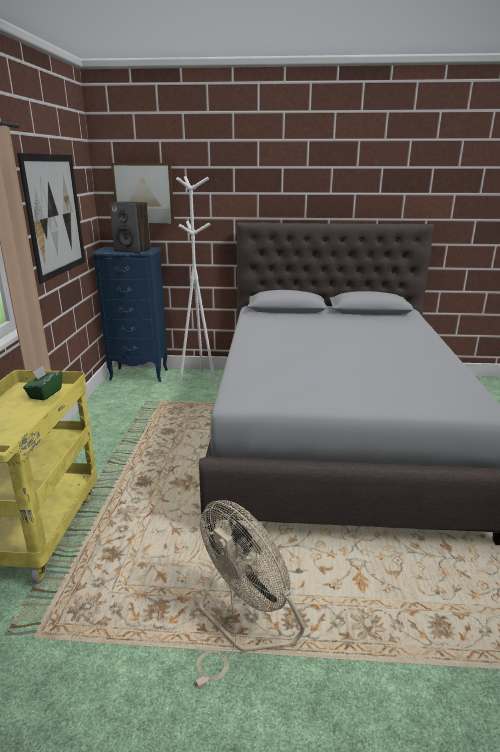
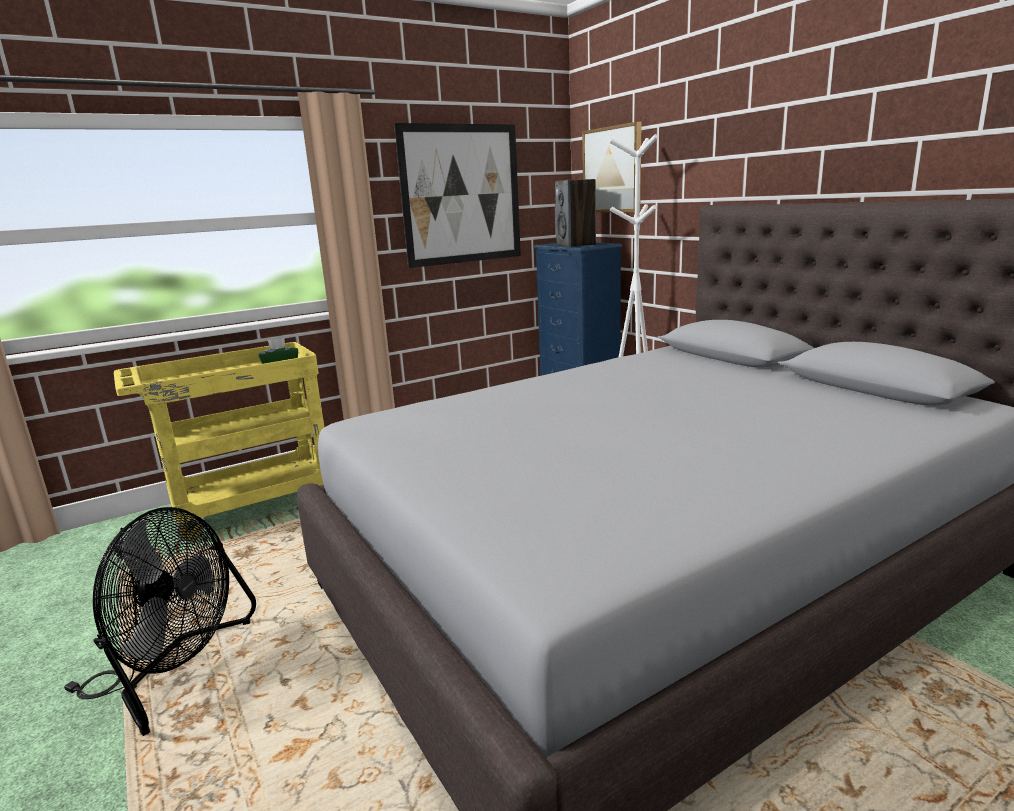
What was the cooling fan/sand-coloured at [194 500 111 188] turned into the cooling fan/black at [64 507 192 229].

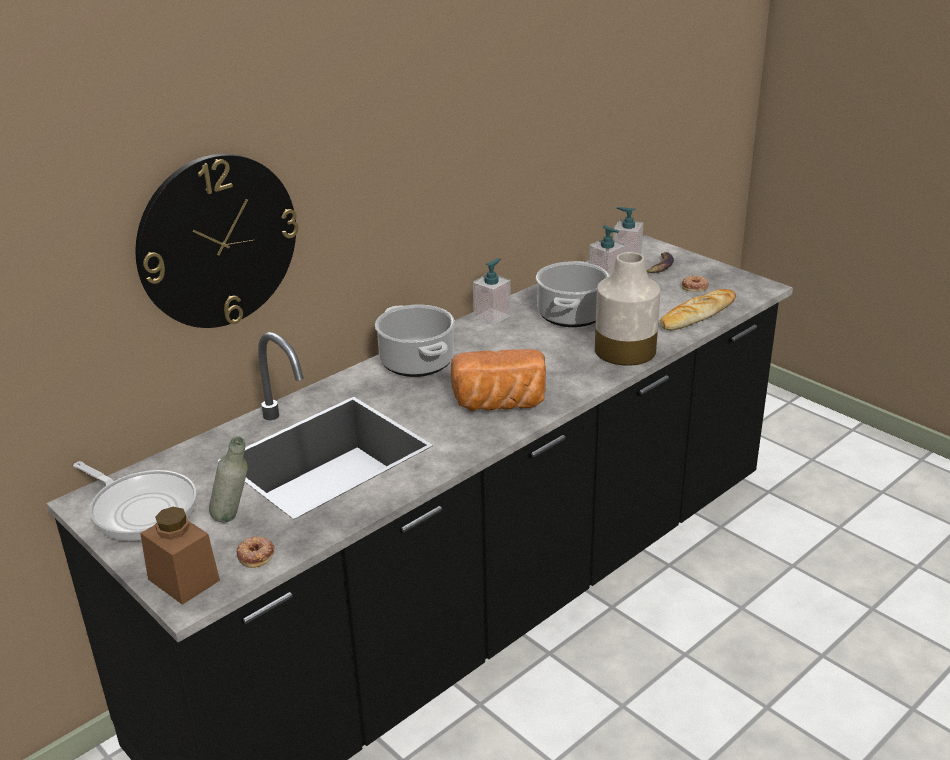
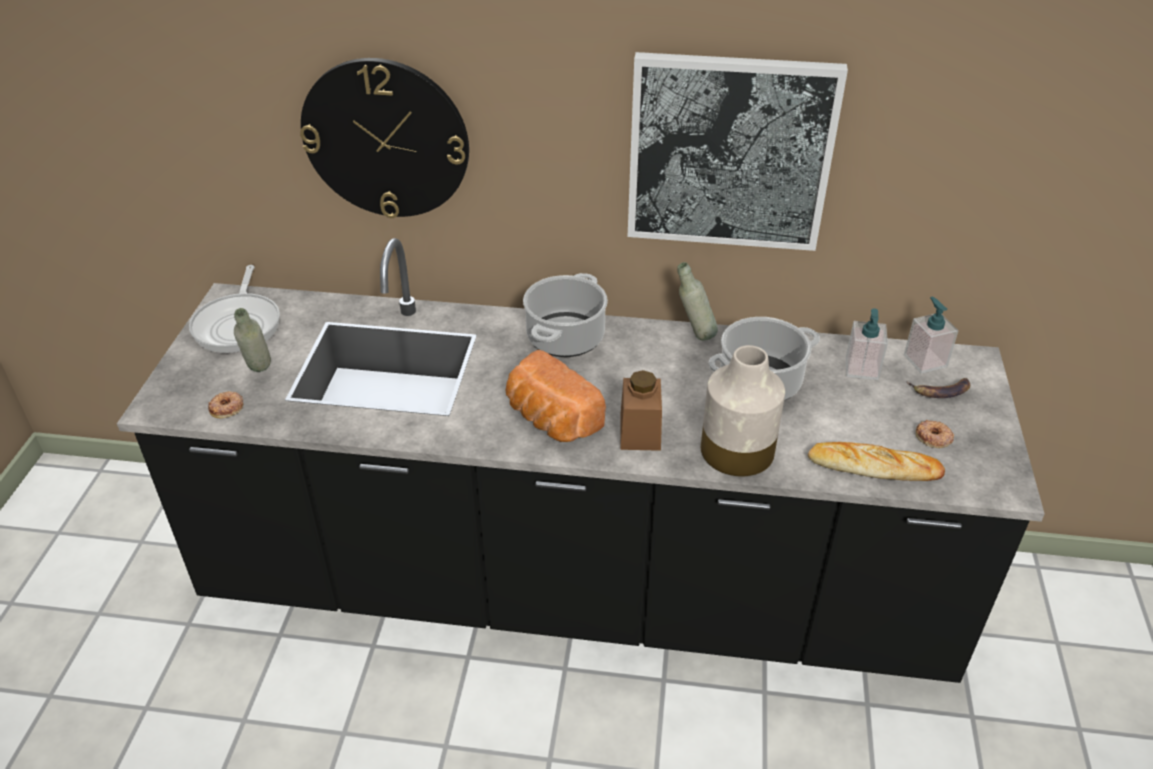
The storage jar/brown-coloured ended up elsewhere, having gone from [140 507 80 98] to [620 370 42 81]. The second view gained the picture at [628 52 220 199]. Where the soap dispenser stood at [473 258 38 67], the bottle/gray came to stand at [677 262 41 79].

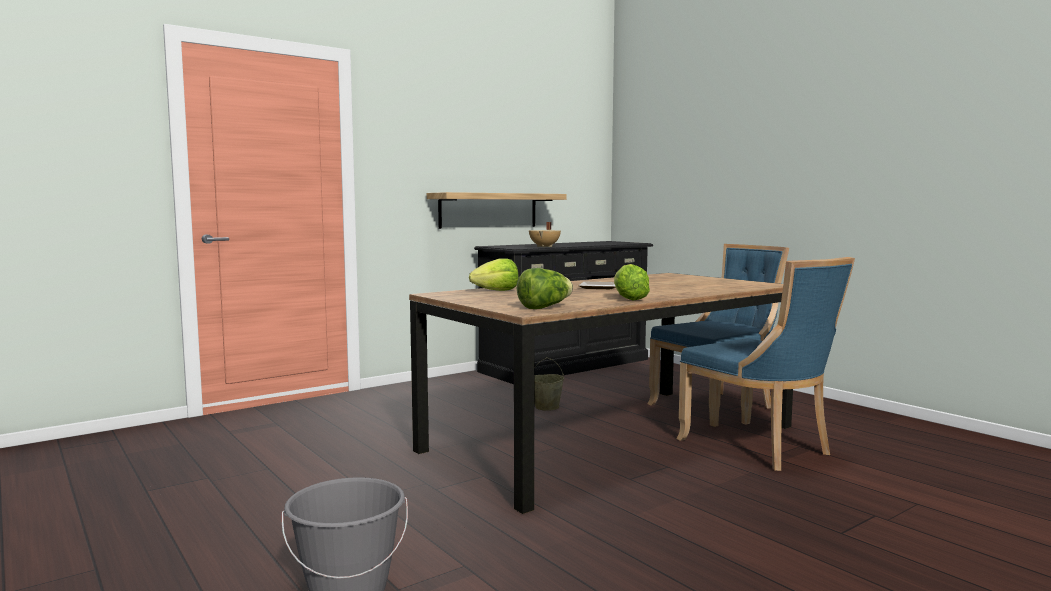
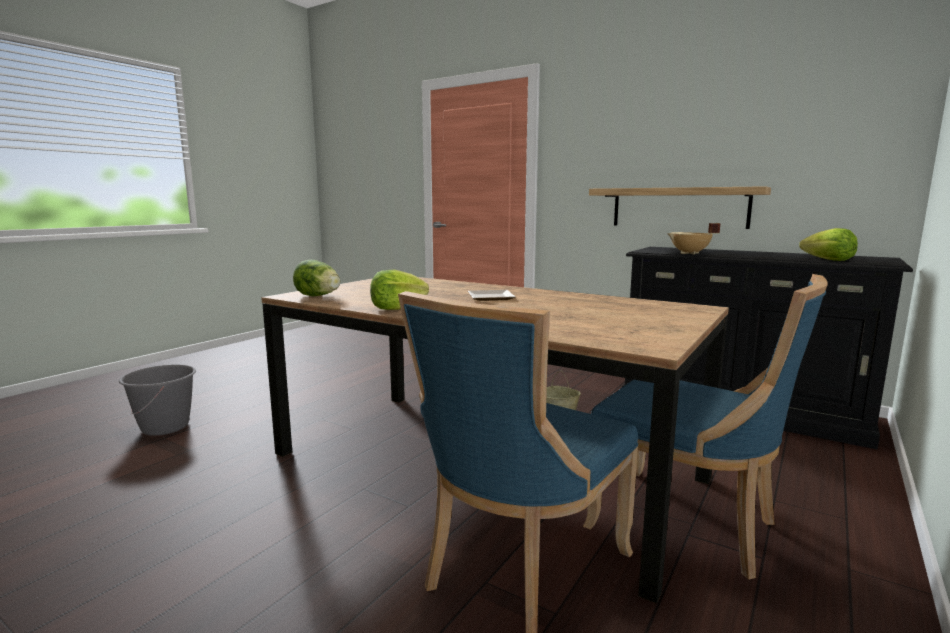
The lettuce ended up elsewhere, having gone from [469 258 50 33] to [799 228 59 33].

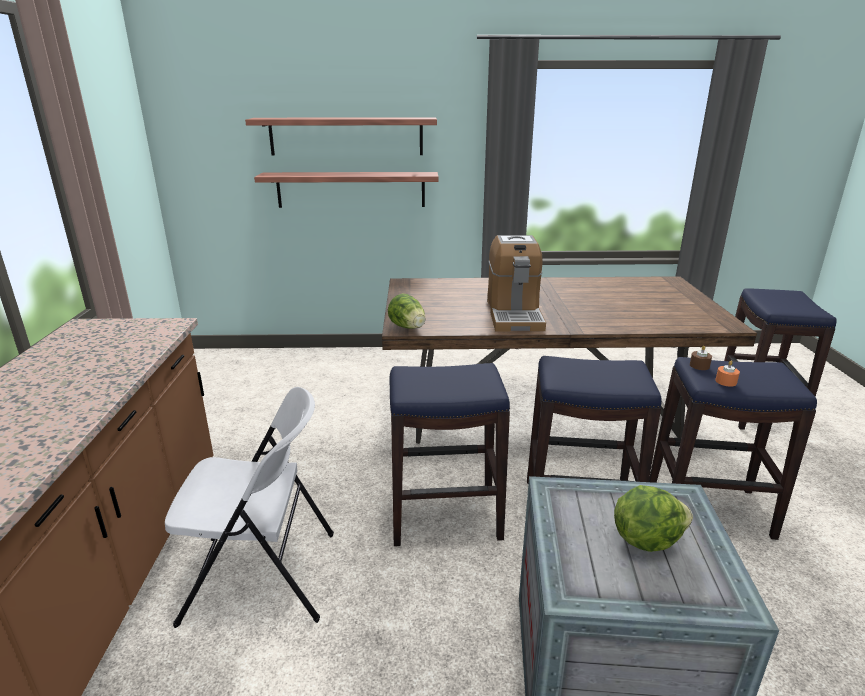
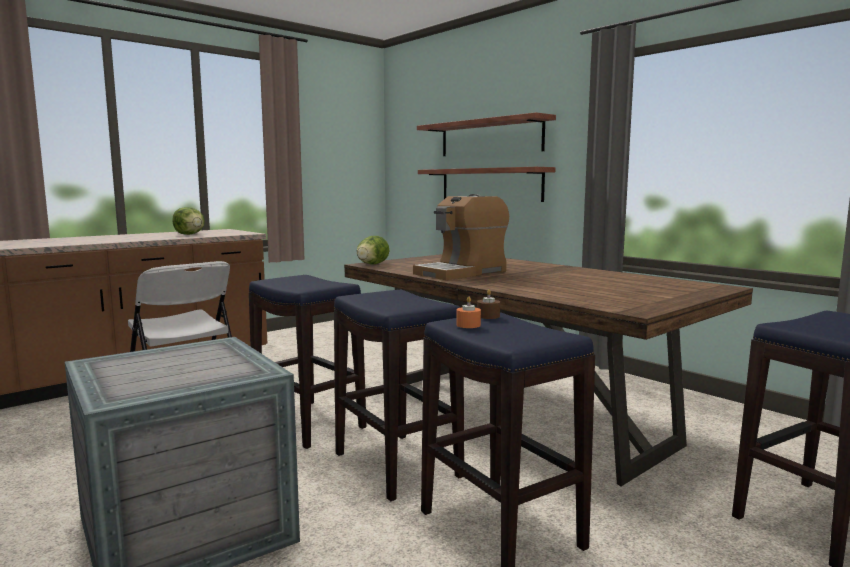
The lettuce ended up elsewhere, having gone from [614 485 79 67] to [172 207 33 28].

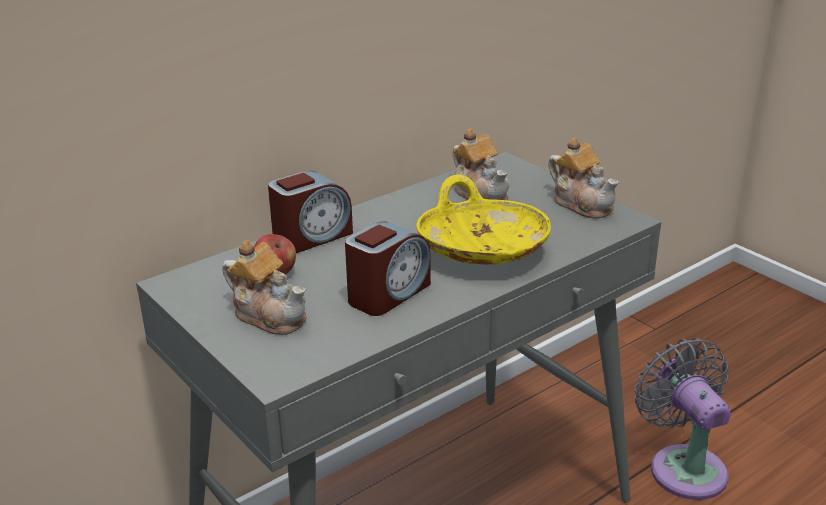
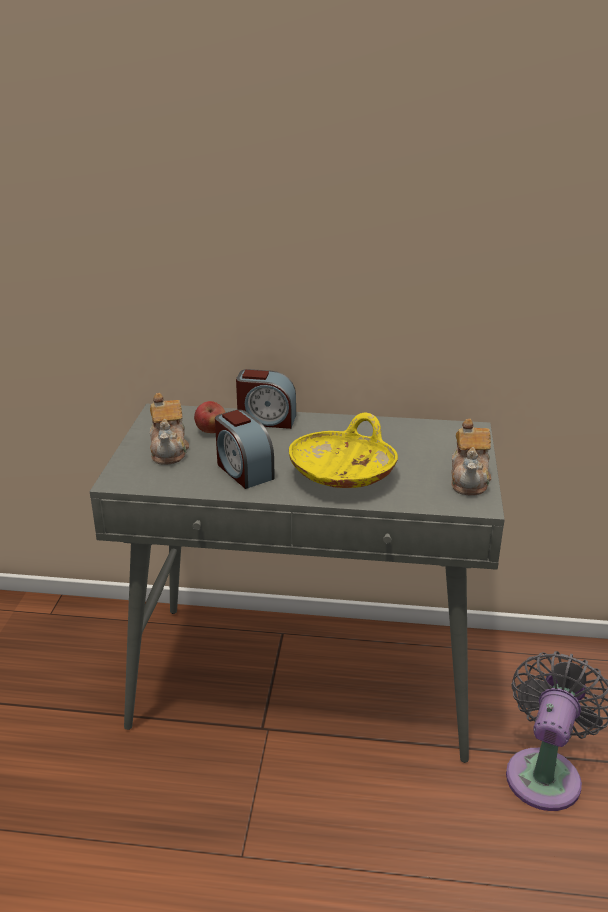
The bedside clock at [345 221 86 95] ended up facing another way, 60 degrees clockwise from before. The second view lost the tea pot at [453 128 56 72].

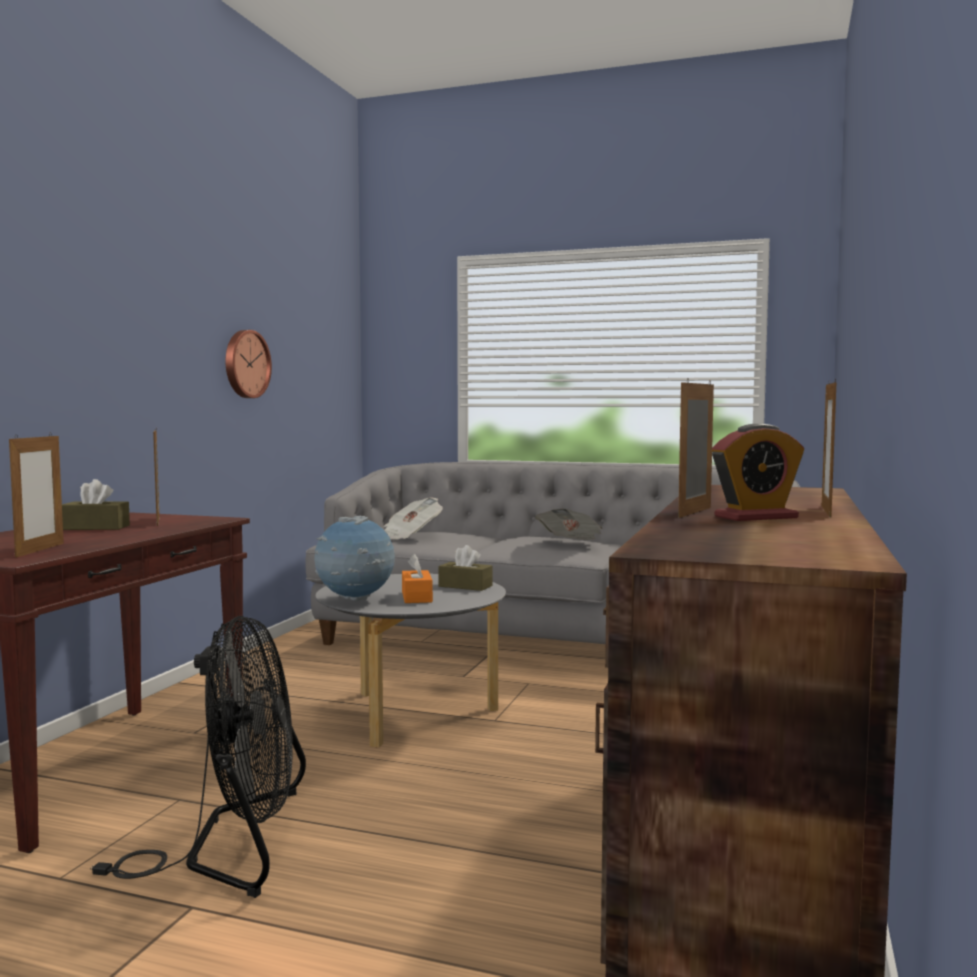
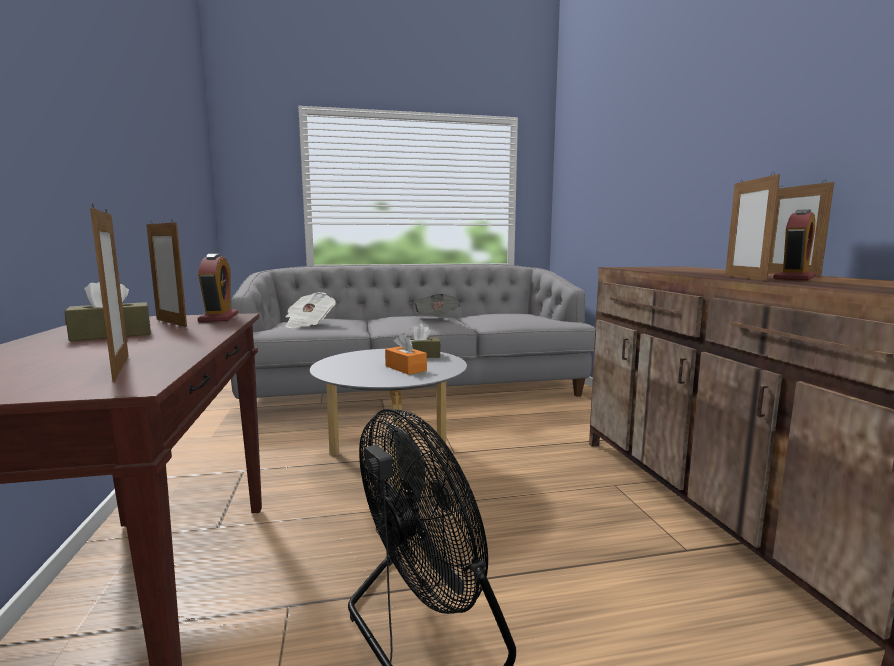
The second view gained the bedside clock at [198 254 40 68]. The second view lost the wall clock at [225 330 47 68]. The second view lost the desk globe at [314 516 81 86].

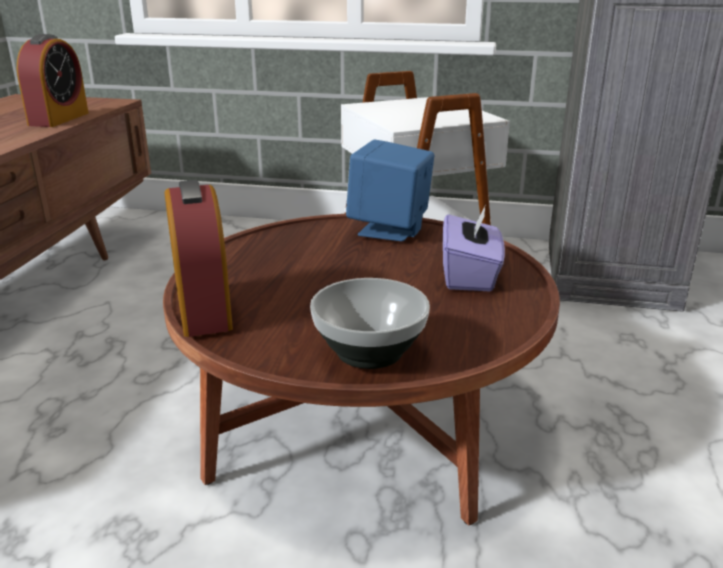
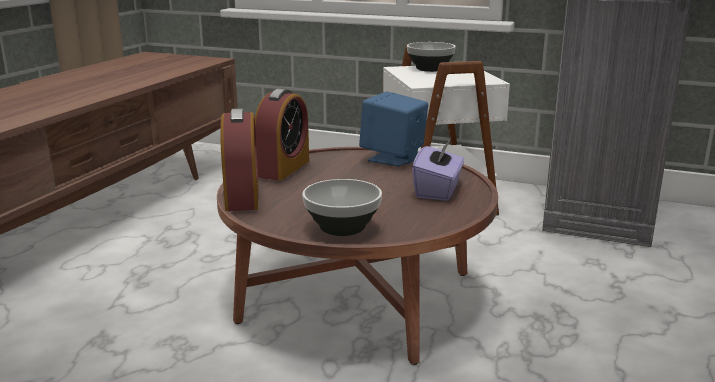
The bedside clock ended up elsewhere, having gone from [17 34 72 93] to [255 89 54 92]. The second view gained the deep dish at [407 42 49 30].

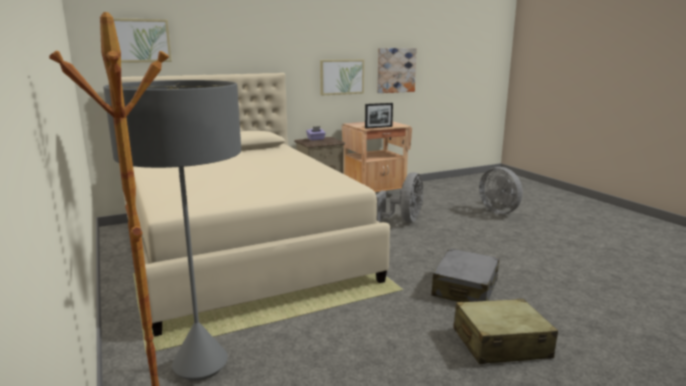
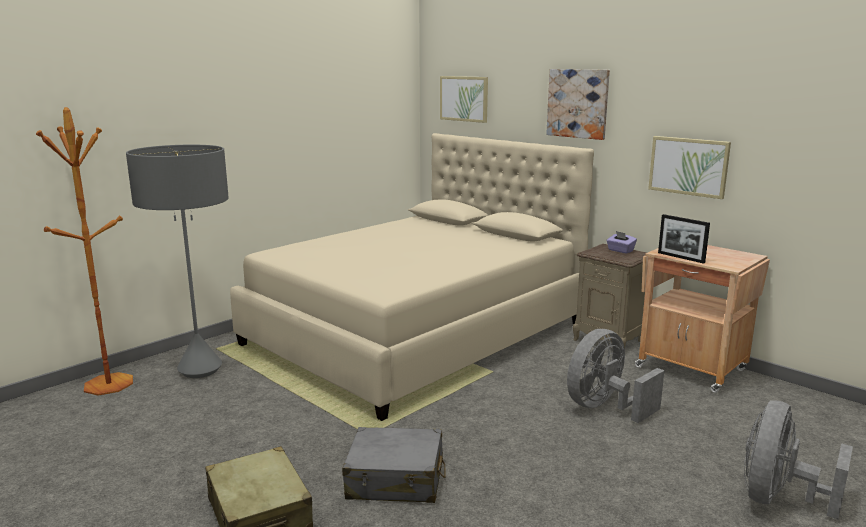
The picture ended up elsewhere, having gone from [377 48 40 45] to [546 69 64 71]. The cooling fan/gray at [376 172 48 50] ended up facing another way, 135 degrees clockwise from before.

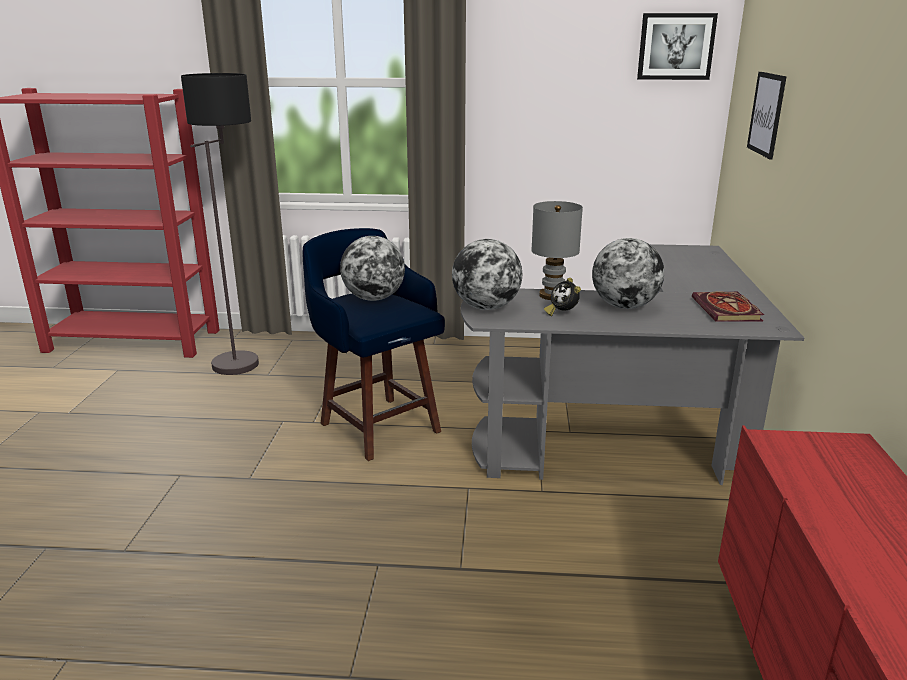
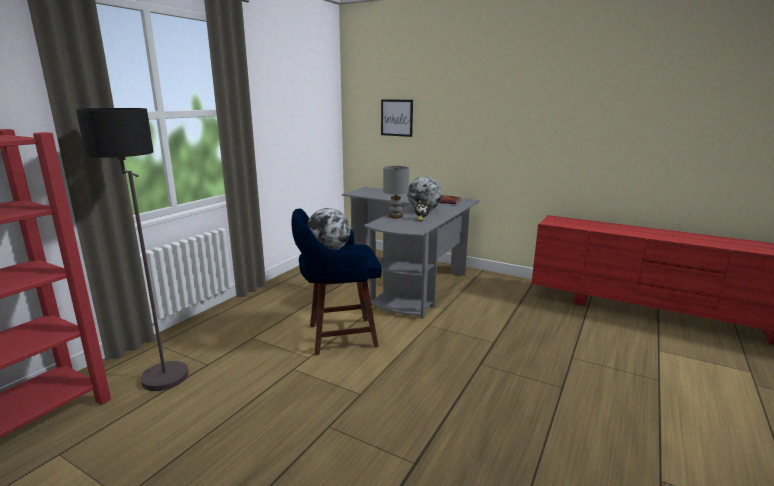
The second view lost the desk globe at [452 239 70 71]. The second view lost the picture at [637 13 81 67].

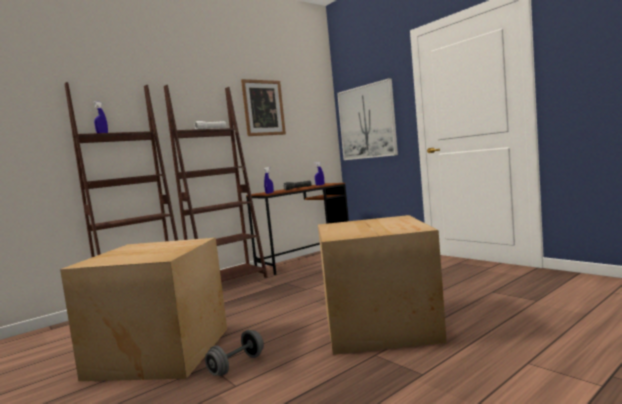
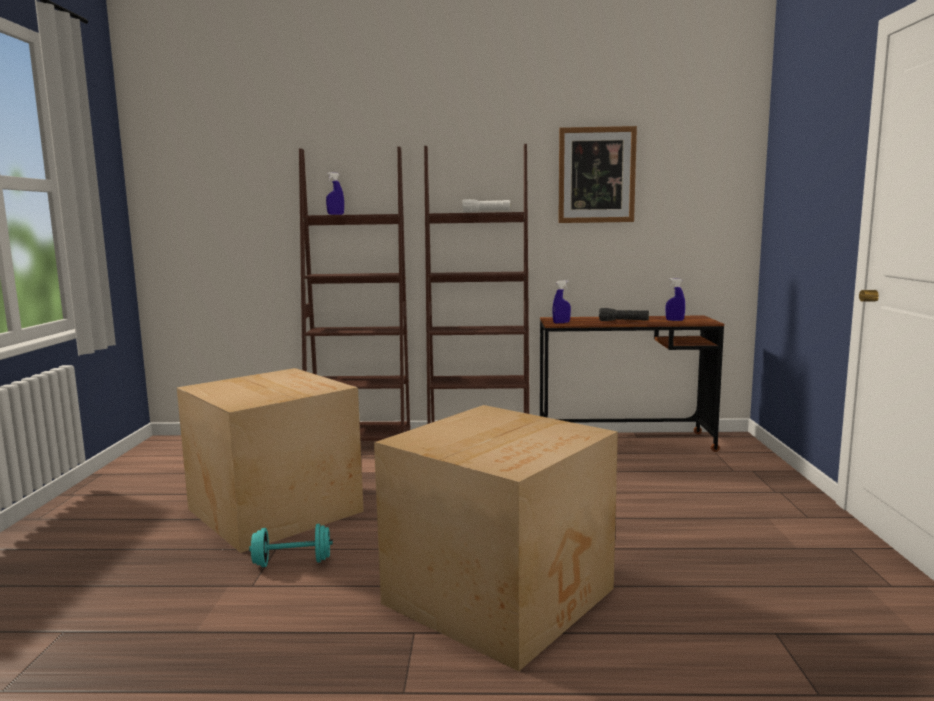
What was the hand weight/gray at [205 330 59 46] turned into the hand weight/turquoise at [249 524 84 43]. The second view lost the picture at [337 78 61 82].

